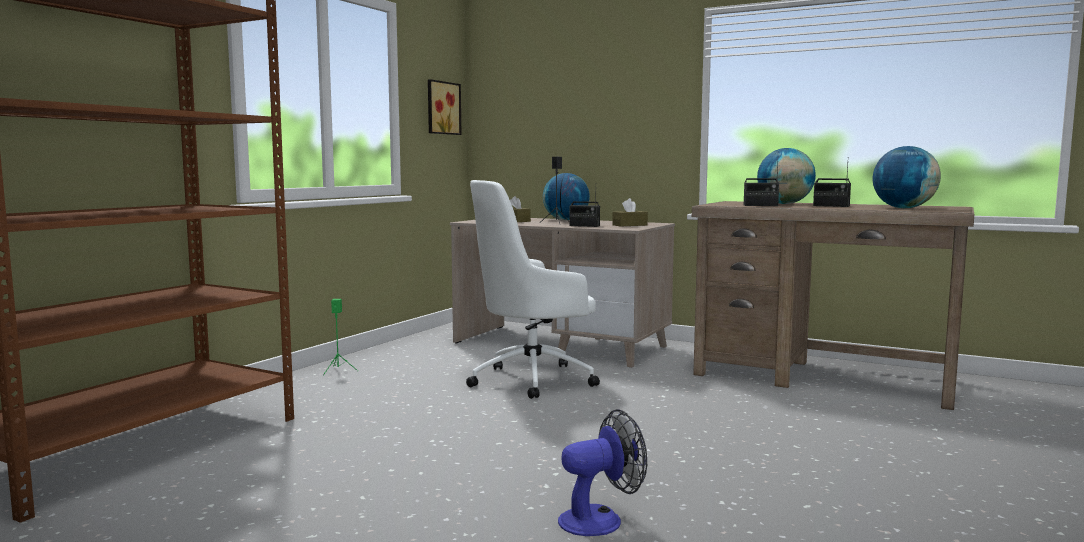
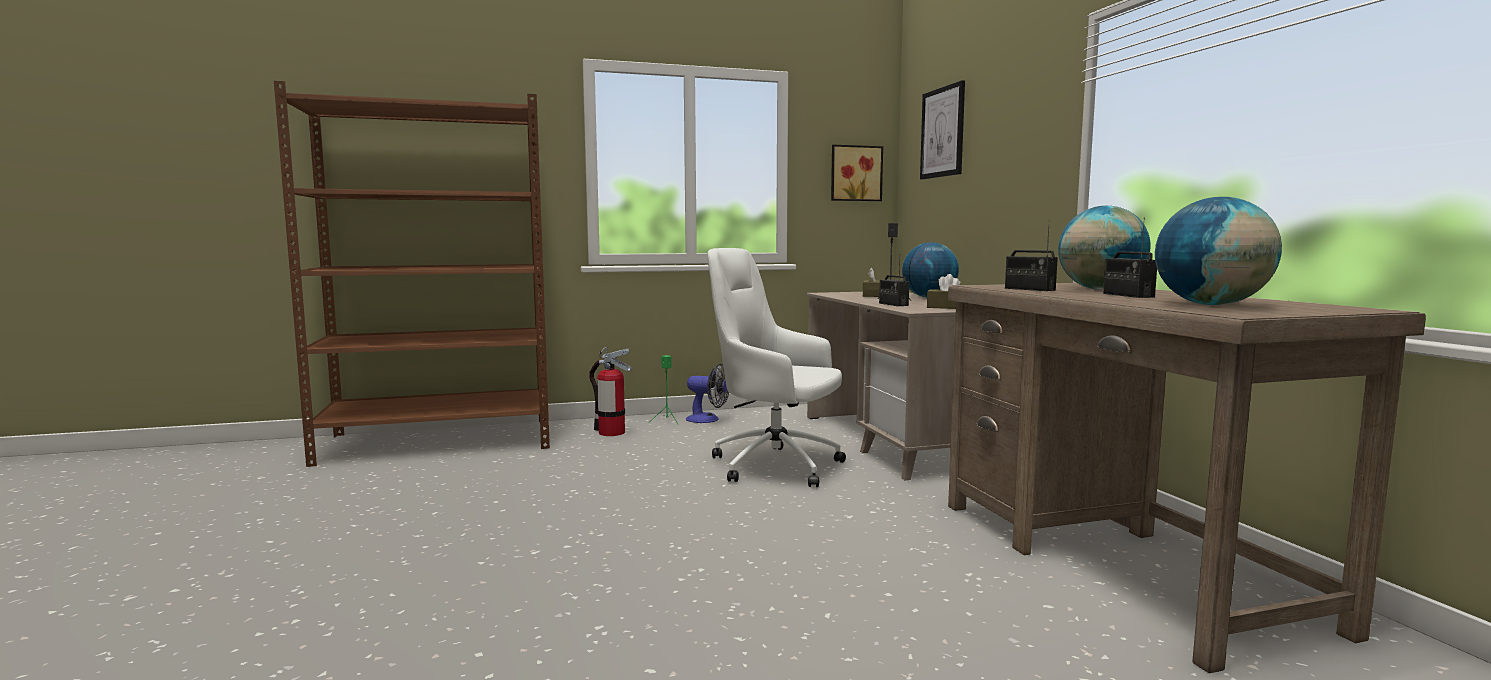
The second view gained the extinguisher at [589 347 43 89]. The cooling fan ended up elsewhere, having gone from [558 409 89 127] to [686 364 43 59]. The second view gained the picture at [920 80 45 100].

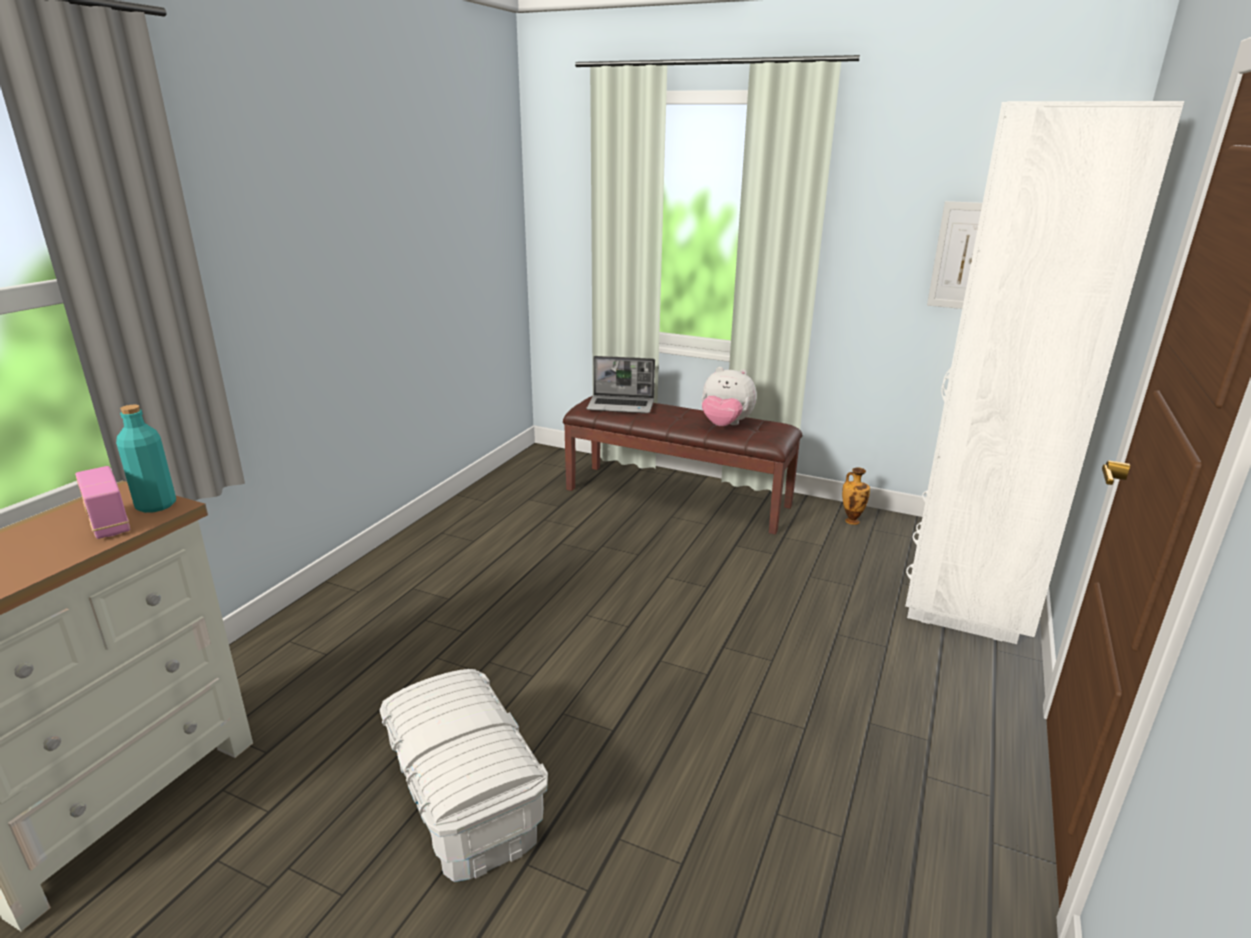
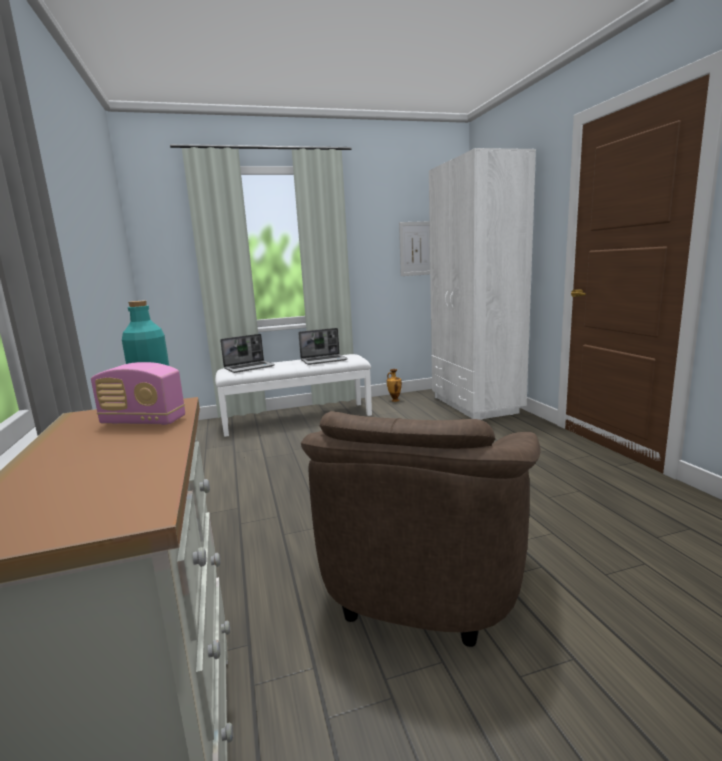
What was the long seat/brown-coloured at [563 396 239 139] turned into the long seat/whitish at [215 354 157 83]. Where the plush toy stood at [701 367 56 59], the portable computer came to stand at [298 328 50 37]. Where the storage box/whitish stood at [380 669 168 213], the easy chair/brown-coloured came to stand at [301 411 240 236].

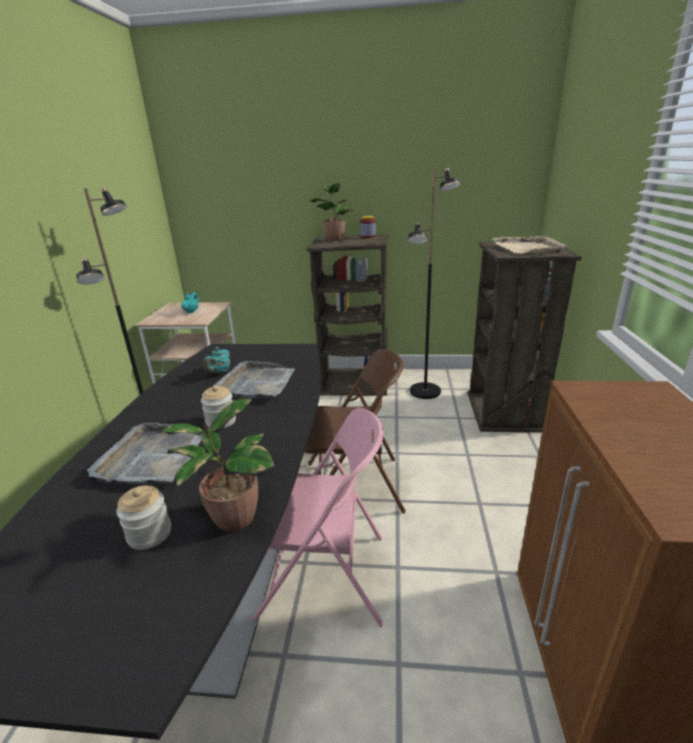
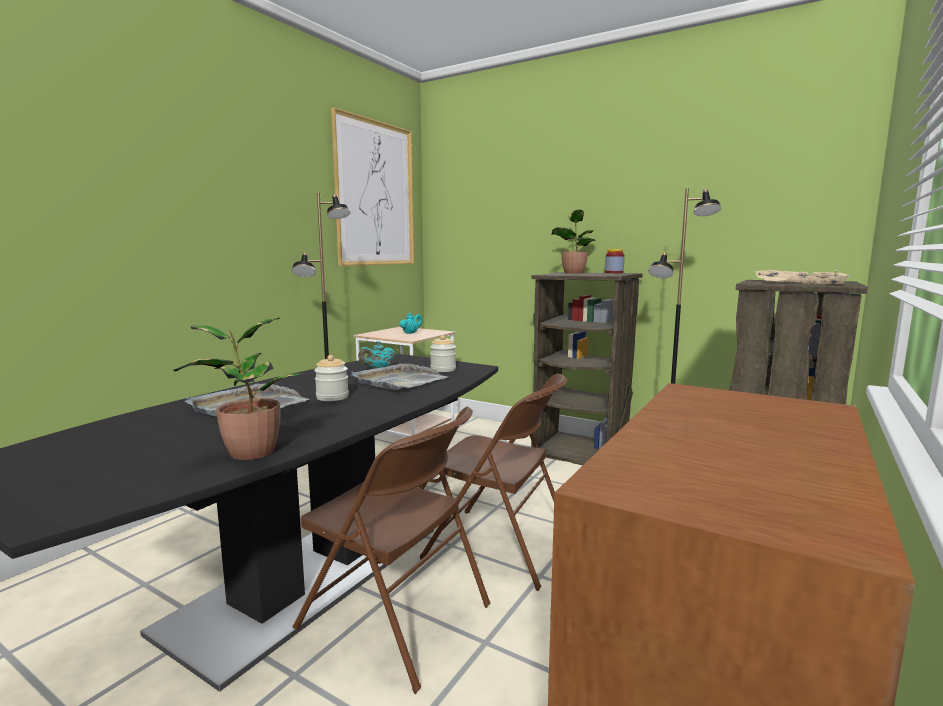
What was the chair/pink at [253 408 131 219] turned into the chair/brown-coloured at [293 406 197 288]. The second view gained the picture at [331 107 83 159]. The storage jar ended up elsewhere, having gone from [116 485 55 65] to [430 335 26 37].

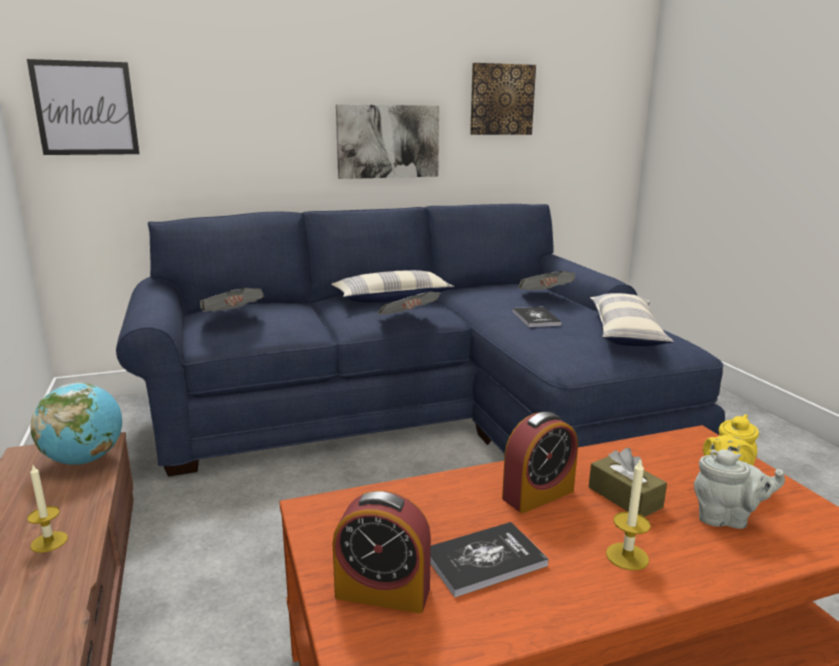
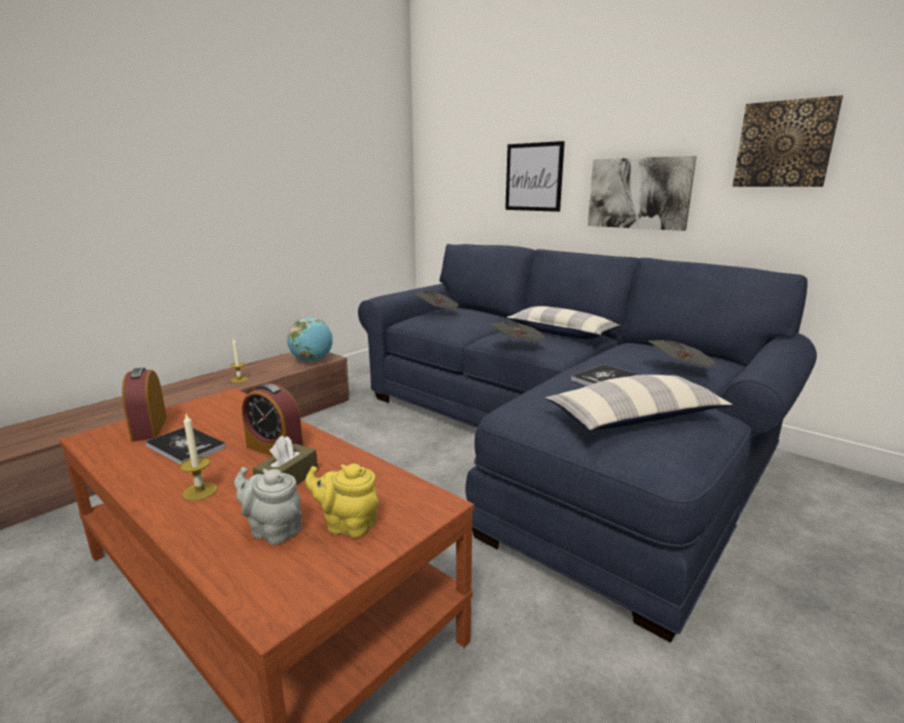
The tea pot/gray at [694 450 91 79] ended up facing another way, 135 degrees clockwise from before. The picture ended up elsewhere, having gone from [27 59 113 96] to [505 141 60 71].

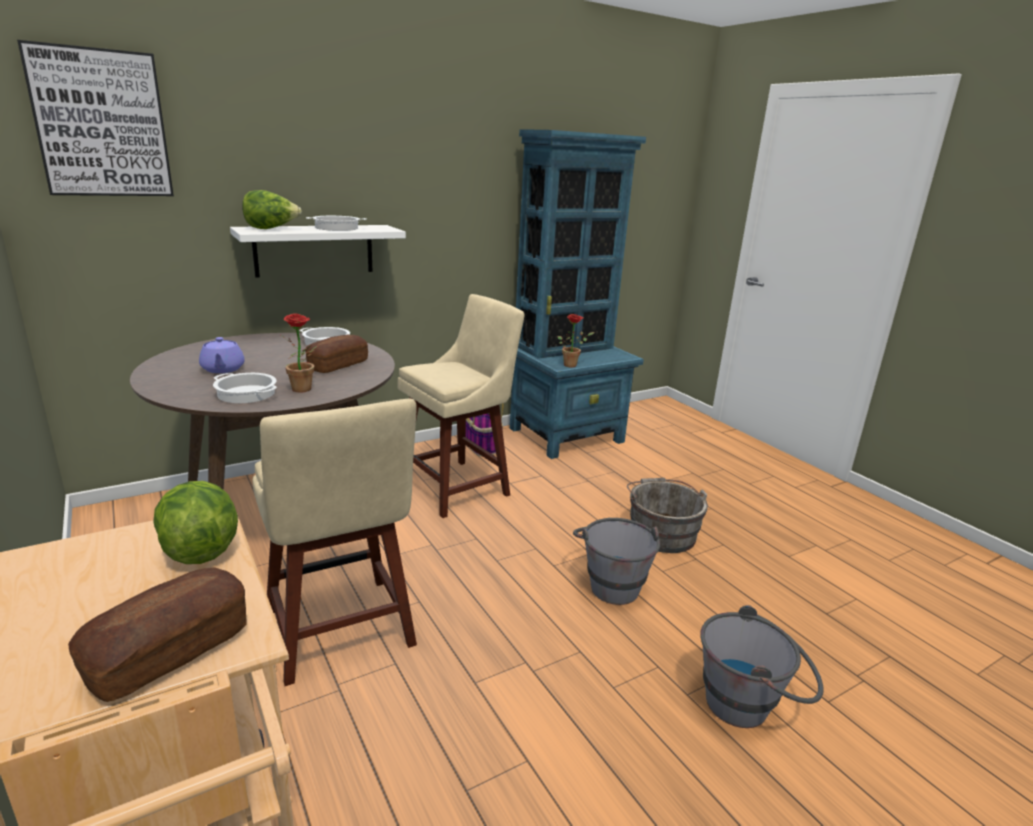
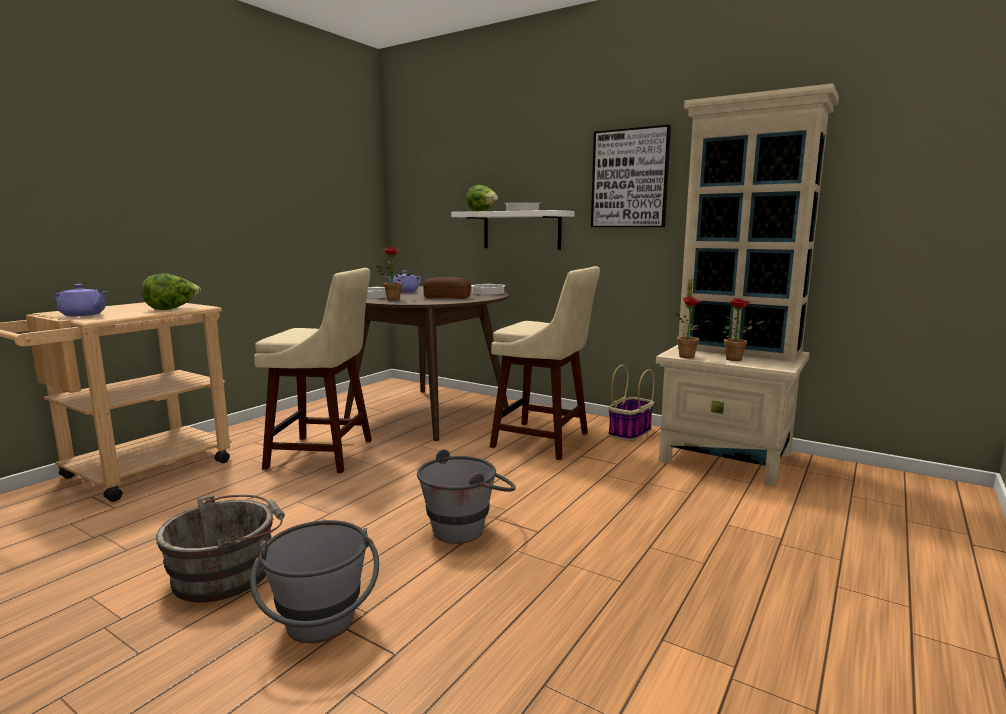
Where the bread stood at [68 567 179 135], the tea pot/purple came to stand at [55 284 53 32]. The bucket/gray ended up elsewhere, having gone from [627 478 81 75] to [156 494 129 109]. The chair/sand-coloured at [253 399 164 287] ended up facing another way, 120 degrees counterclockwise from before. The picture ended up elsewhere, having gone from [17 40 157 156] to [591 125 80 102]. What was the cupboard/blue-coloured at [510 129 136 330] turned into the cupboard/sand-coloured at [656 83 183 403]. The second view gained the potted plant at [722 298 42 63].

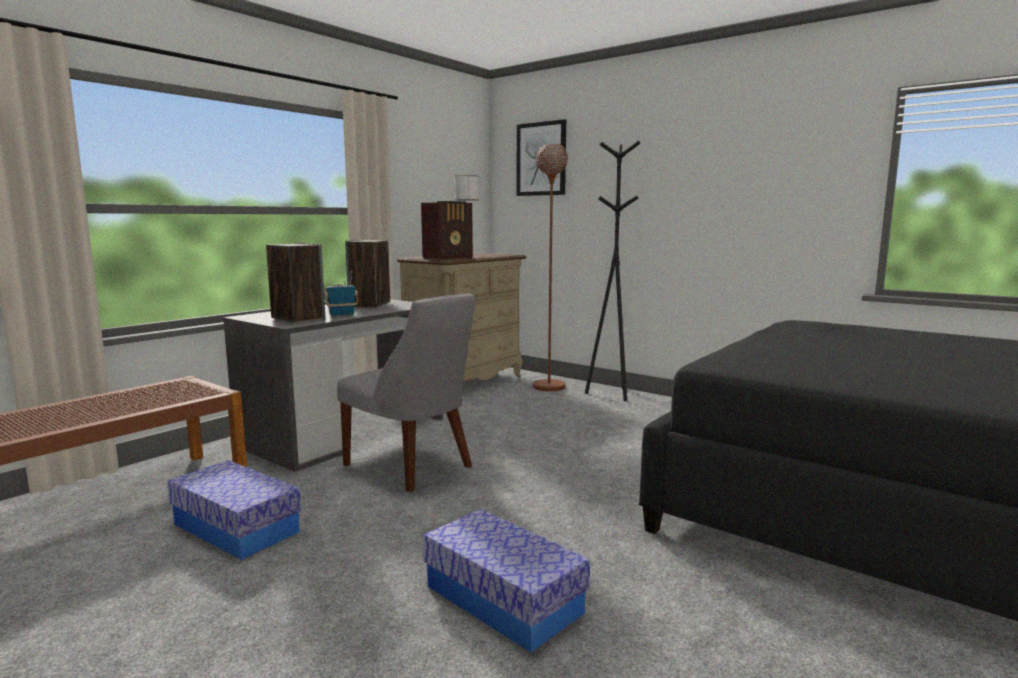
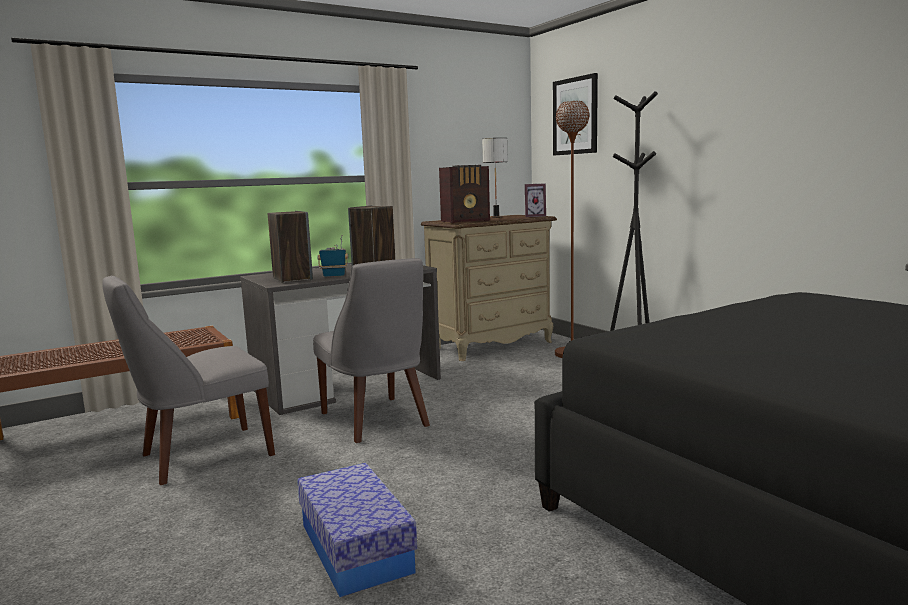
Where the storage box stood at [167 460 134 100], the chair/gray came to stand at [102 275 173 210]. The second view gained the picture frame at [525 183 21 34].

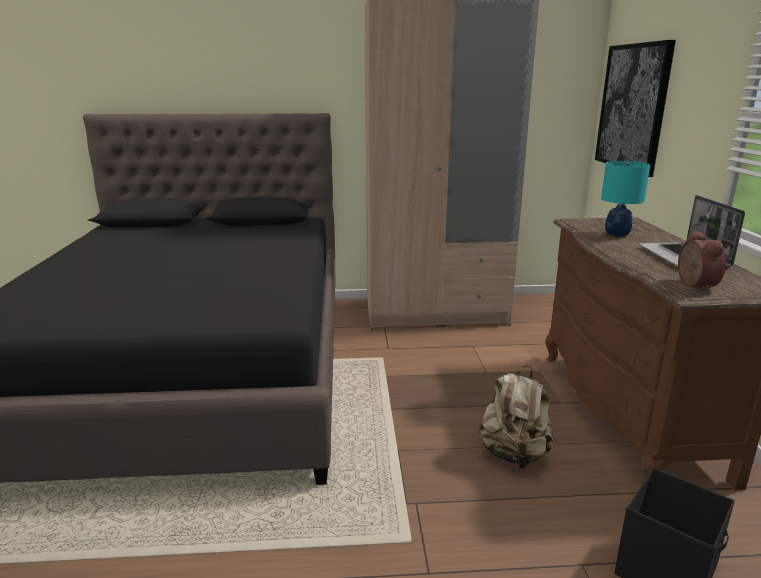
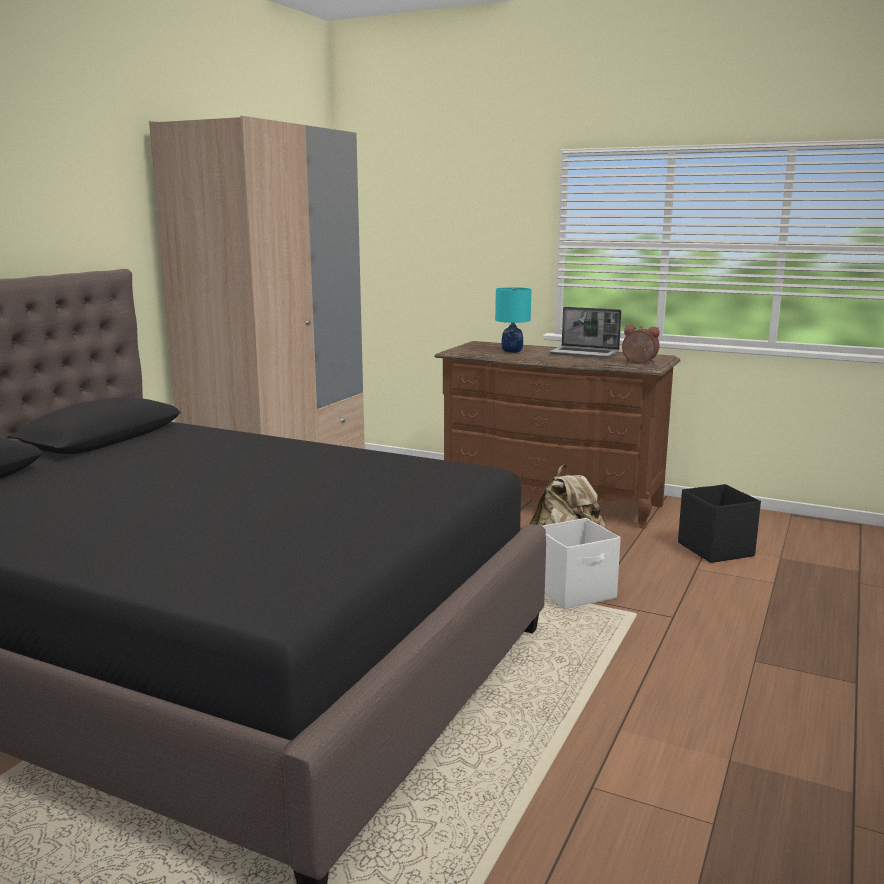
The second view gained the storage box/whitish at [542 518 79 91]. The second view lost the picture at [595 40 81 137].

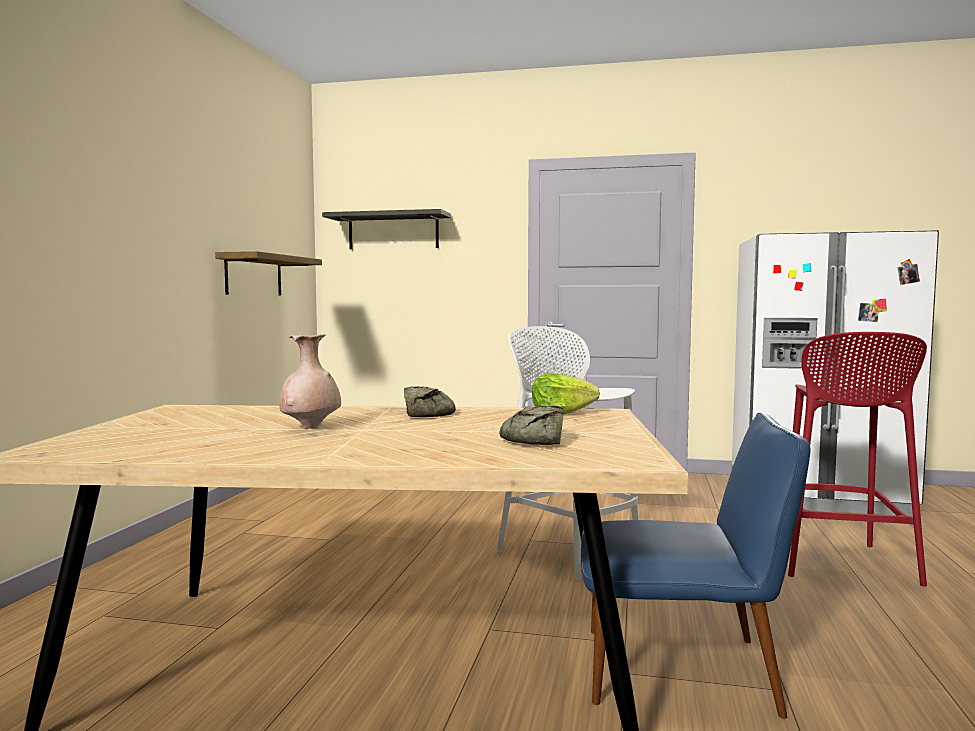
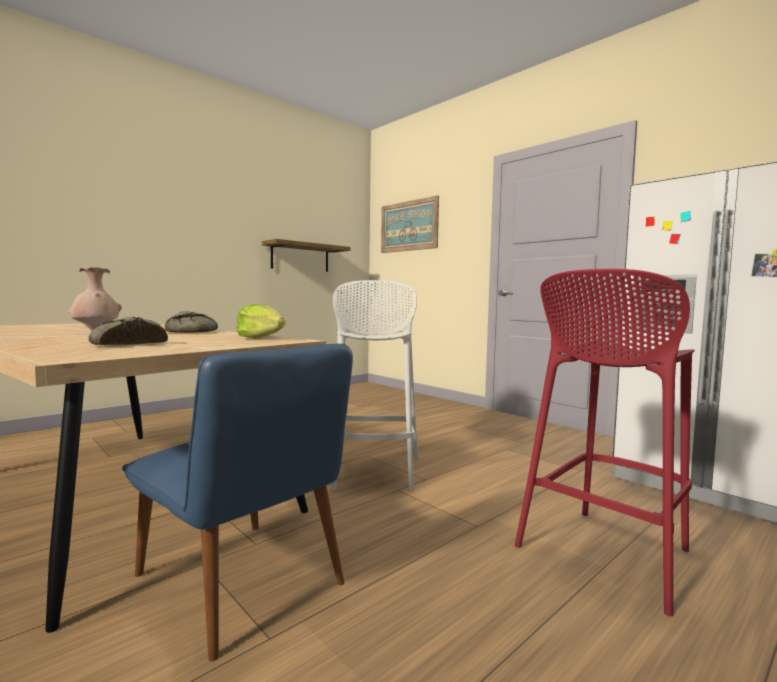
Where the bracket shelf hung at [322 209 129 40], the picture came to hang at [381 195 58 58].

